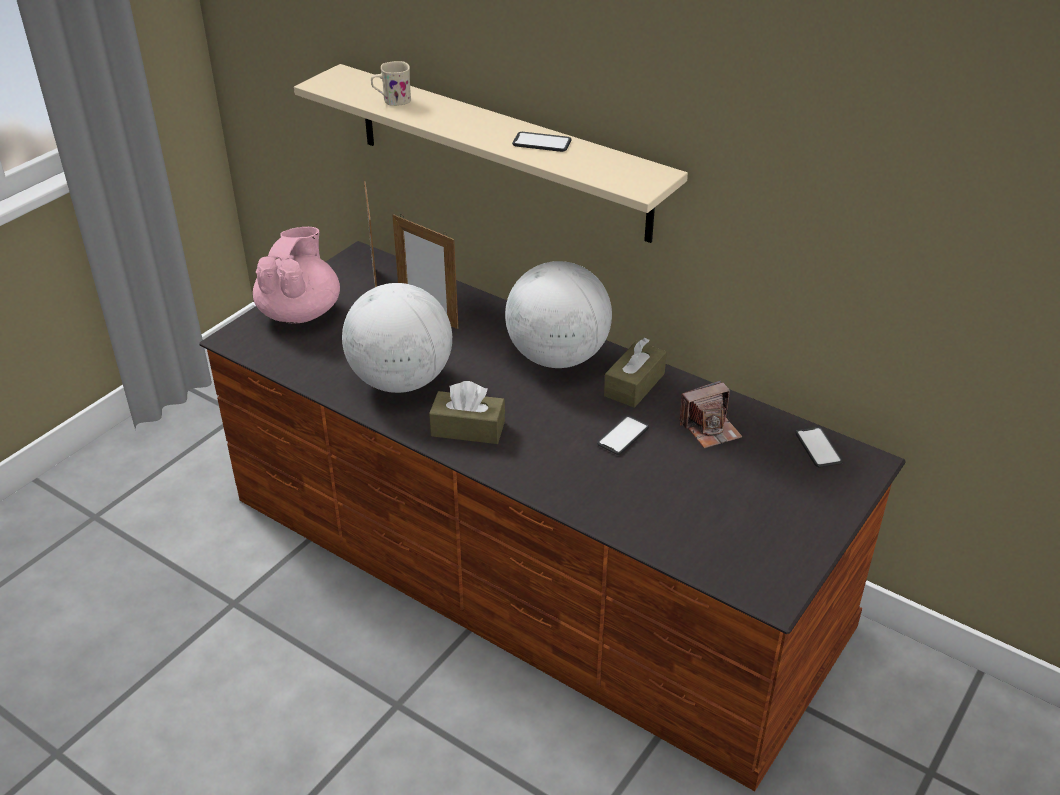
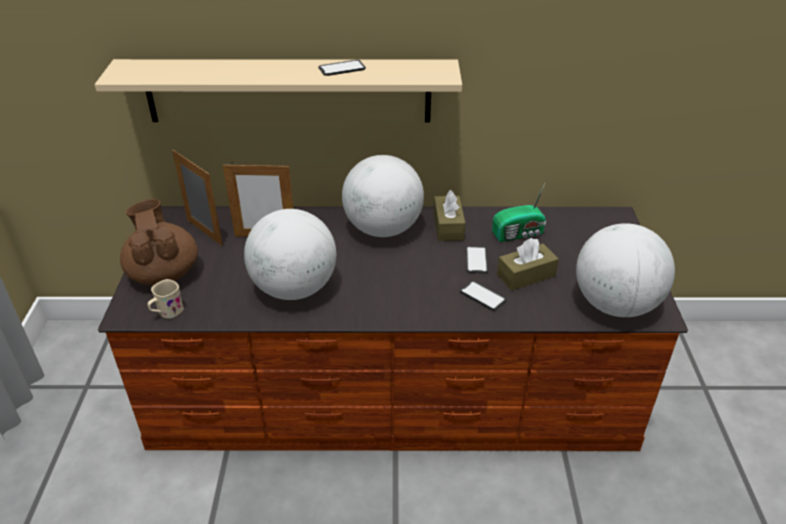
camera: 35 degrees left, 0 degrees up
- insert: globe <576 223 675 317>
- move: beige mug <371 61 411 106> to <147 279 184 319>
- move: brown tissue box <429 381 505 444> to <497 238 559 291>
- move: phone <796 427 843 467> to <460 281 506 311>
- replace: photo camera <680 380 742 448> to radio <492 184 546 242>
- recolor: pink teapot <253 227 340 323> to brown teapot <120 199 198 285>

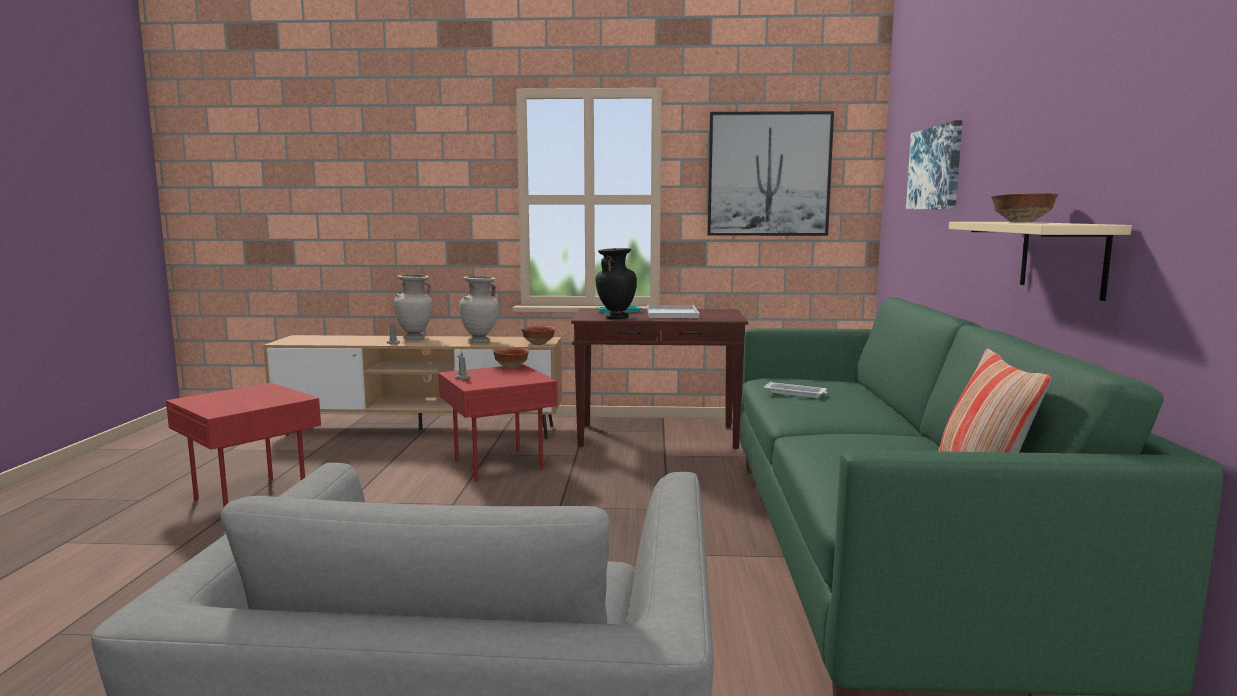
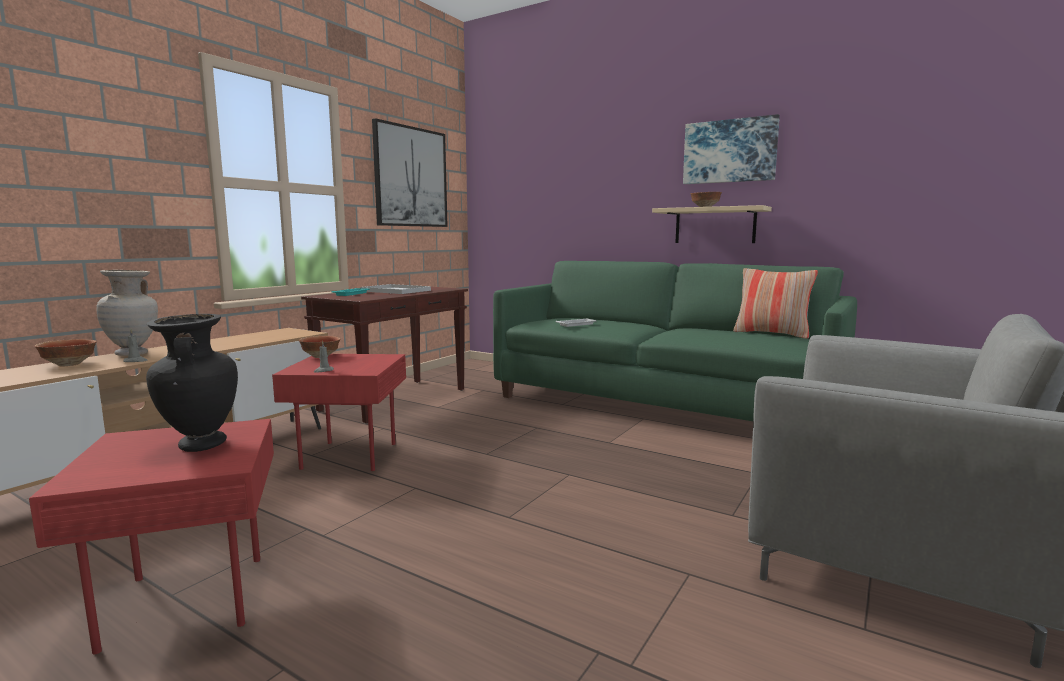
camera: 60 degrees left, 0 degrees up
- delete: beige vase <459 276 499 343>
- move: bowl <521 325 556 345> to <35 339 96 367>
- move: black vase <596 248 637 319> to <146 314 238 452>
- move: picture <906 120 963 209> to <683 114 780 184>

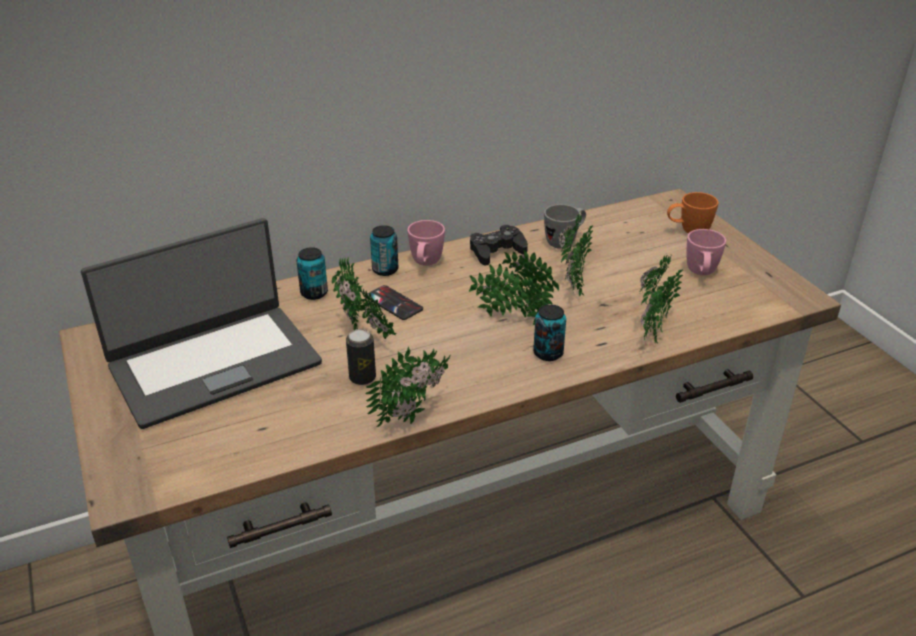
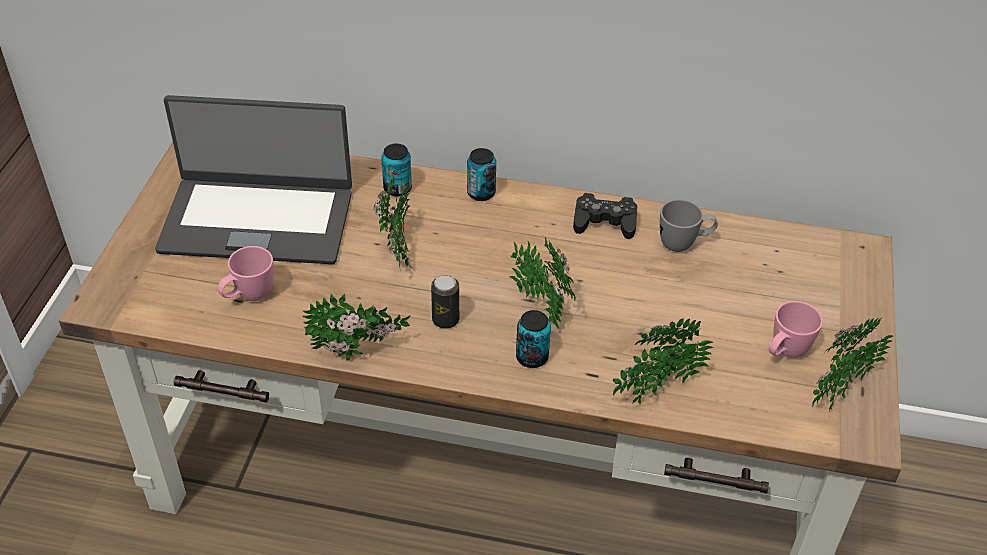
camera: 35 degrees right, 10 degrees up
- delete: phone <365 285 423 320>
- delete: orange mug <667 192 718 233>
- move: can <346 329 376 385> to <431 275 459 329>
- move: pink mug <408 220 445 266> to <218 246 274 301>
- move: potted plant <558 212 593 296> to <812 317 893 412>

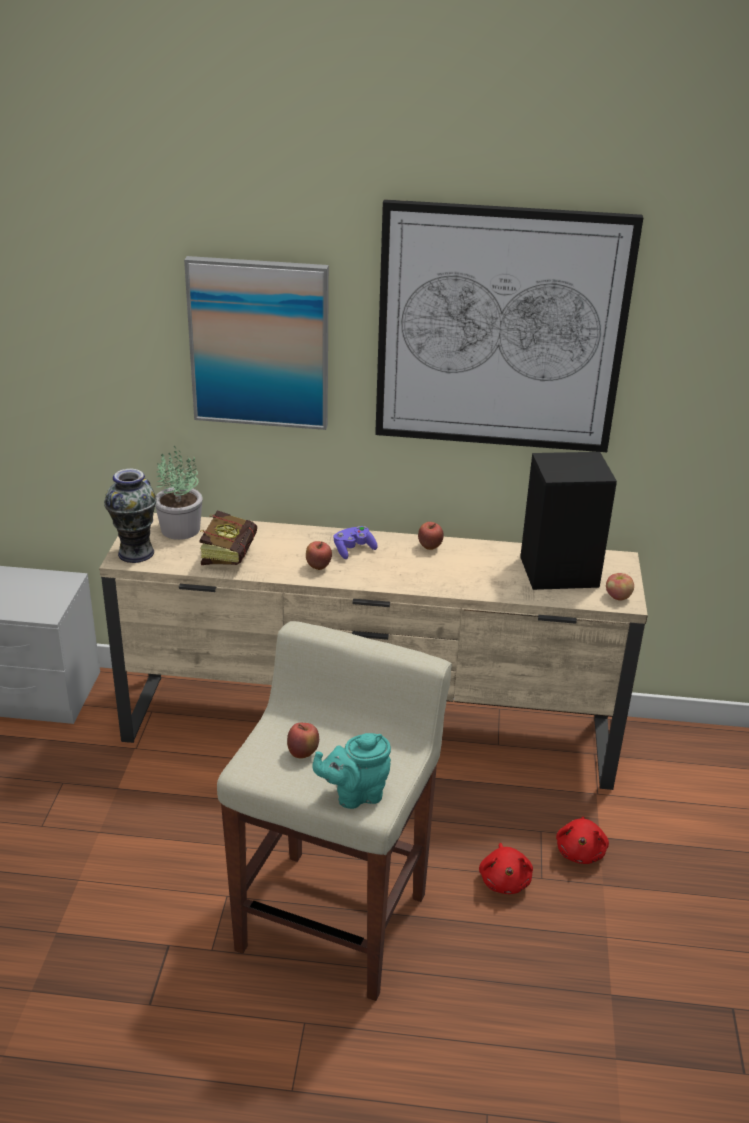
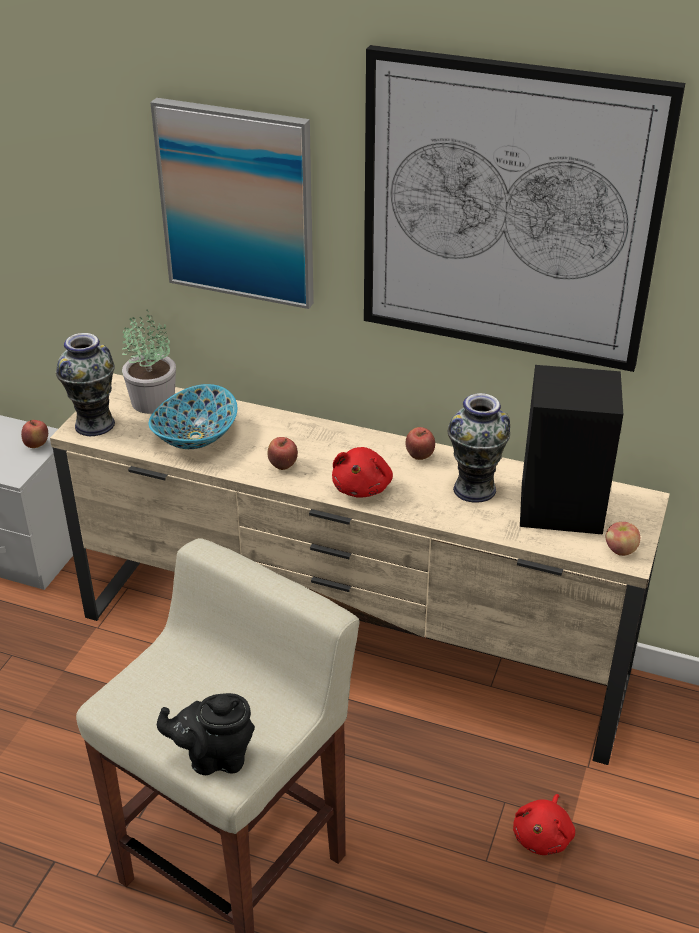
camera: 15 degrees right, 5 degrees up
- delete: purple game controller <333 526 378 559>
- insert: vase <448 393 510 503>
- move: apple <287 723 319 759> to <21 420 48 448>
- move: red plush toy <479 843 533 894> to <332 447 393 498>
- replace: book <200 510 257 565> to bowl <148 384 237 449>
- recolor: turquoise teapot <312 733 391 809> to black teapot <157 693 255 775>

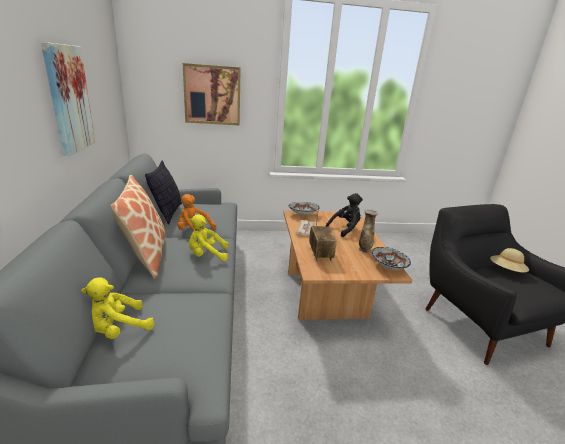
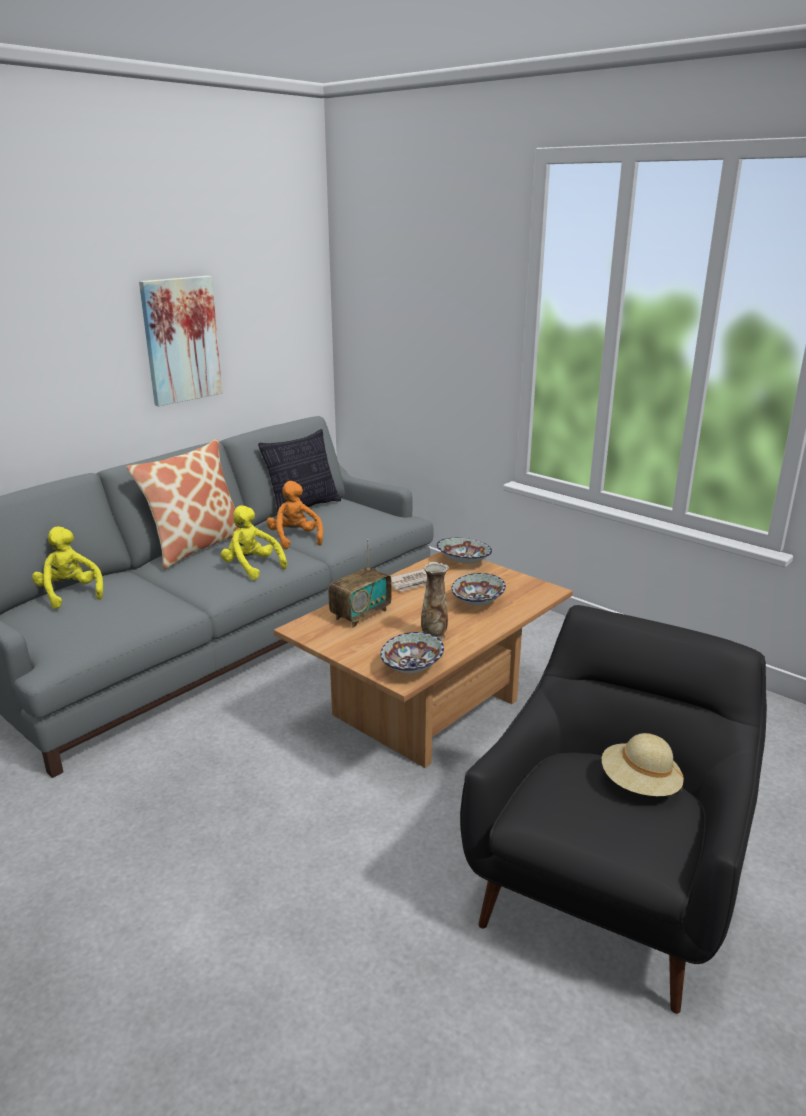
camera: 50 degrees right, 0 degrees up
- delete: picture <183 63 241 125>
- replace: black plush toy <326 193 363 237> to bowl <451 573 506 606>
- rotate: yellow plush toy <81 277 154 339> = <32 526 103 609> 45 degrees clockwise

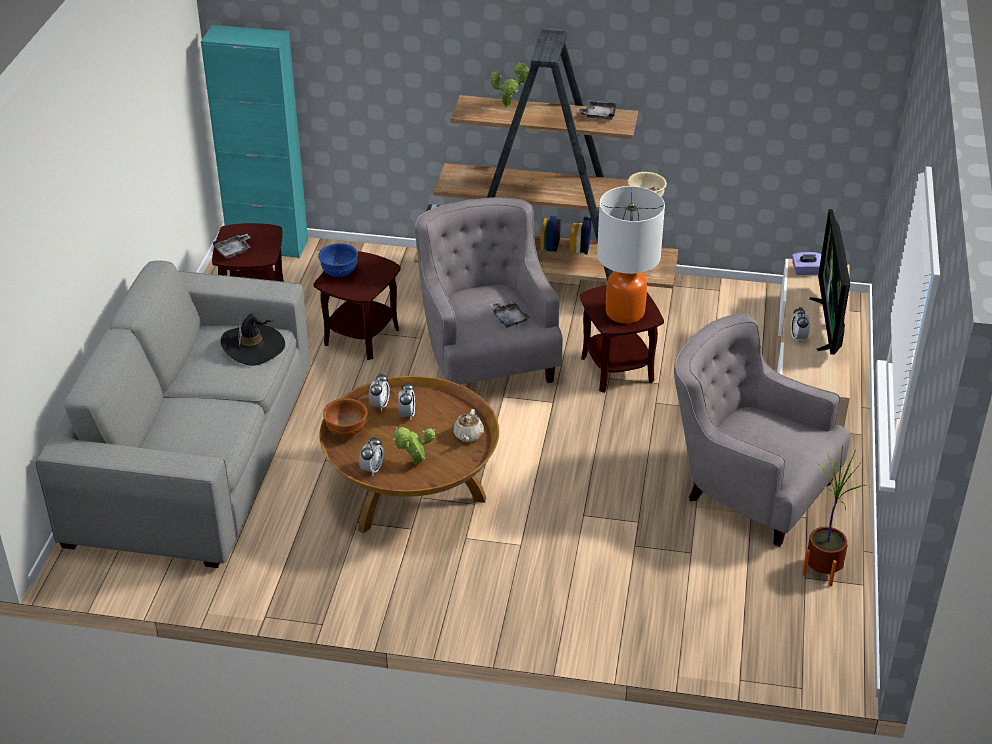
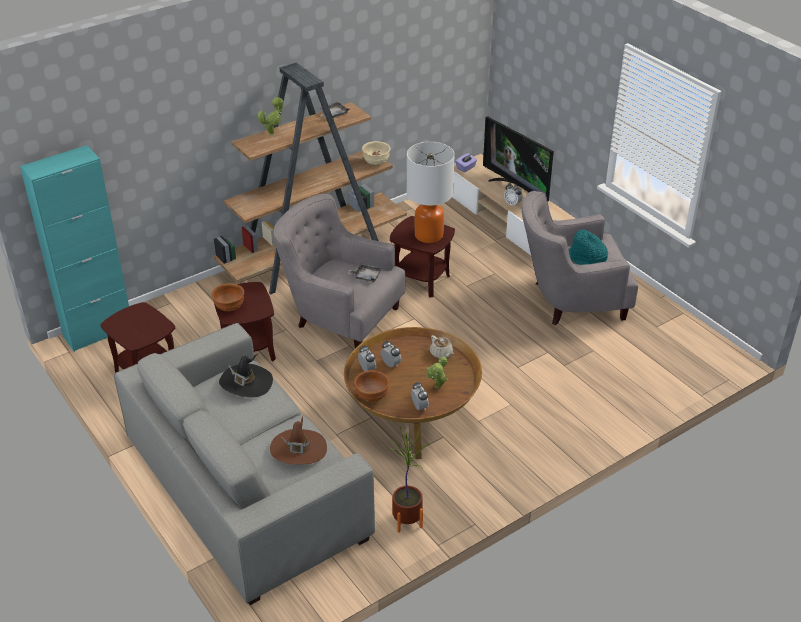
camera: 45 degrees left, 0 degrees up
- delete: grey tray <213 234 251 259>
- insert: brown hat <270 417 327 464>
- insert: turquoise hat <569 229 608 265>
- move: potted plant <802 445 871 586> to <389 426 432 532>
- recolor: blue bowl <318 243 358 277> to brown bowl <212 283 244 312>

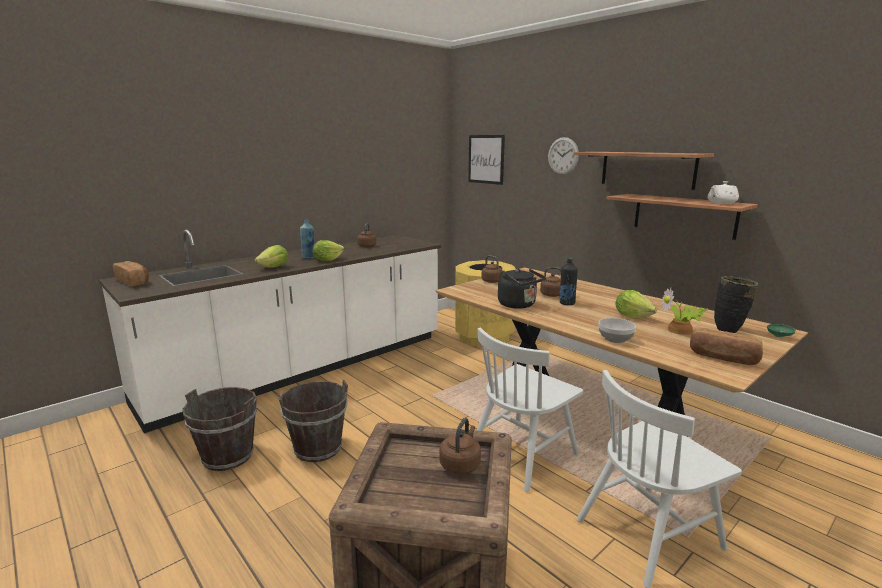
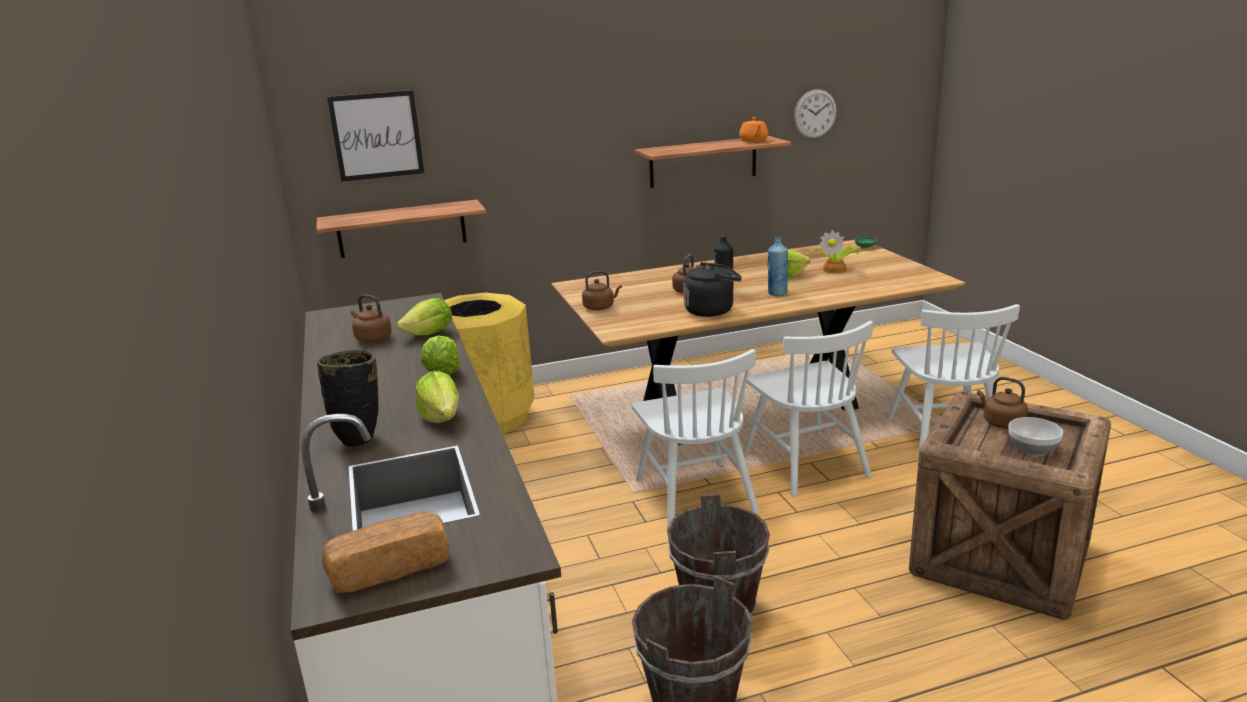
camera: 65 degrees left, 5 degrees up
- delete: bread <690 328 763 365>
- insert: lettuce <396 298 452 335>
- insert: white chair <631 349 759 528>
- move: blue bottle <300 219 315 259> to <768 237 788 296>
- move: wall clock <548 137 579 175> to <794 89 837 138>
- move: shelf <573 152 714 190> to <317 199 486 258>
- move: bowl <598 318 636 343> to <1008 417 1063 455>
- move: black vase <714 276 758 333> to <317 350 378 446>
- recolor: white teapot <708 181 739 204> to orange teapot <739 117 768 142>

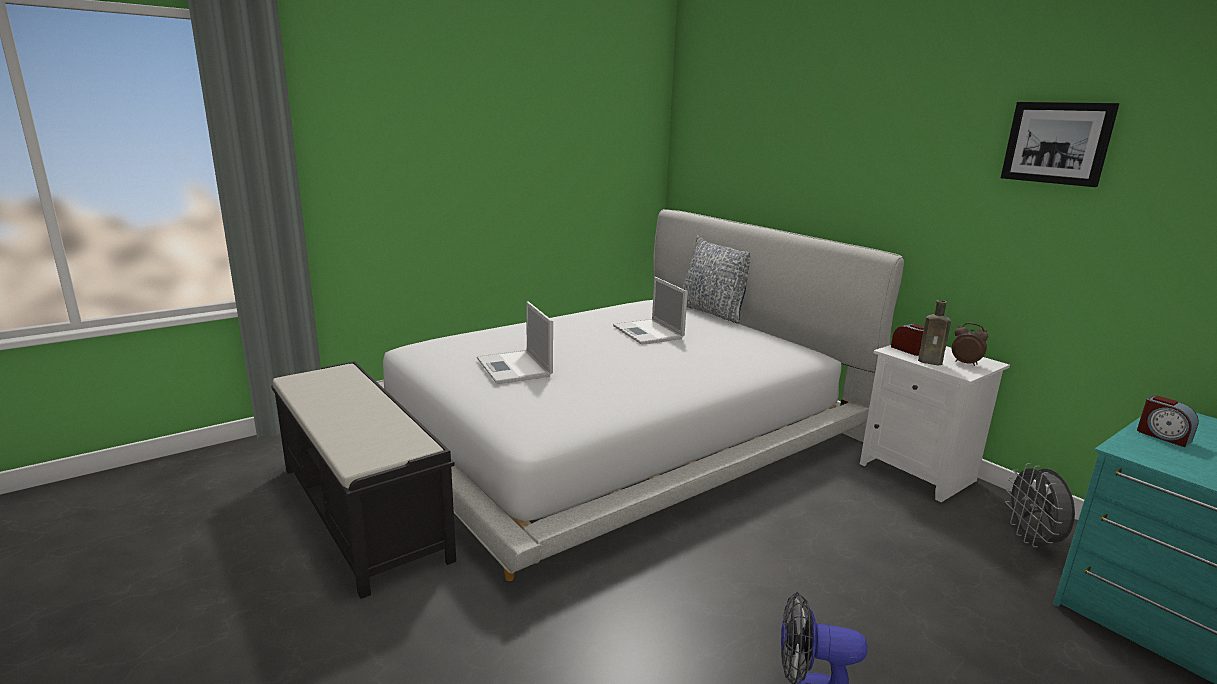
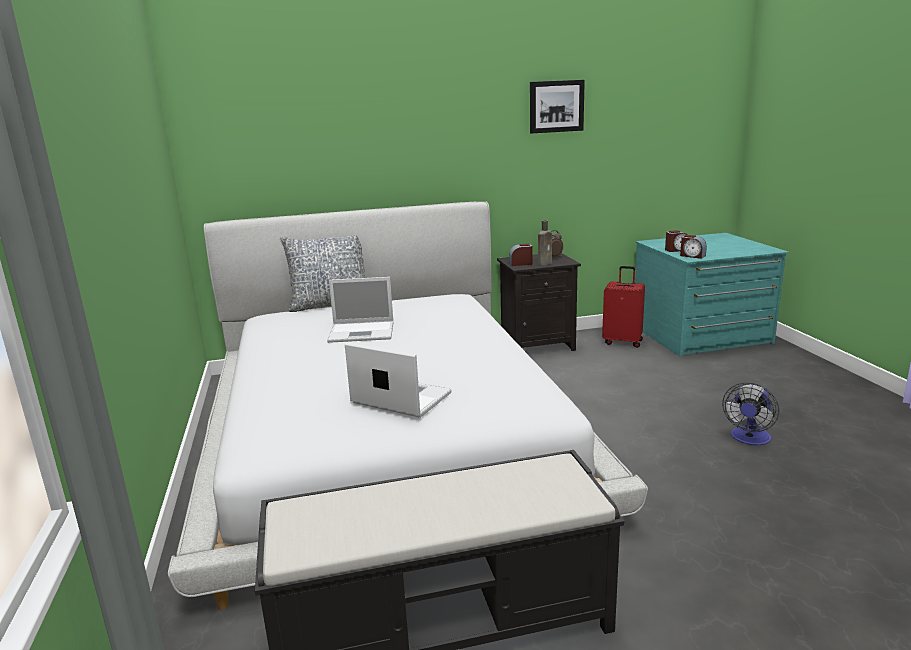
camera: 65 degrees left, 0 degrees up
- insert: alarm clock <680 235 707 259>
- replace: grey fan <1005 463 1075 547> to red suitcase <602 266 645 348>
- recolor: white nightstand <860 345 1010 502> to black nightstand <497 253 581 351>
- rotate: laptop <477 301 553 384> = <345 342 452 418> 150 degrees counterclockwise

